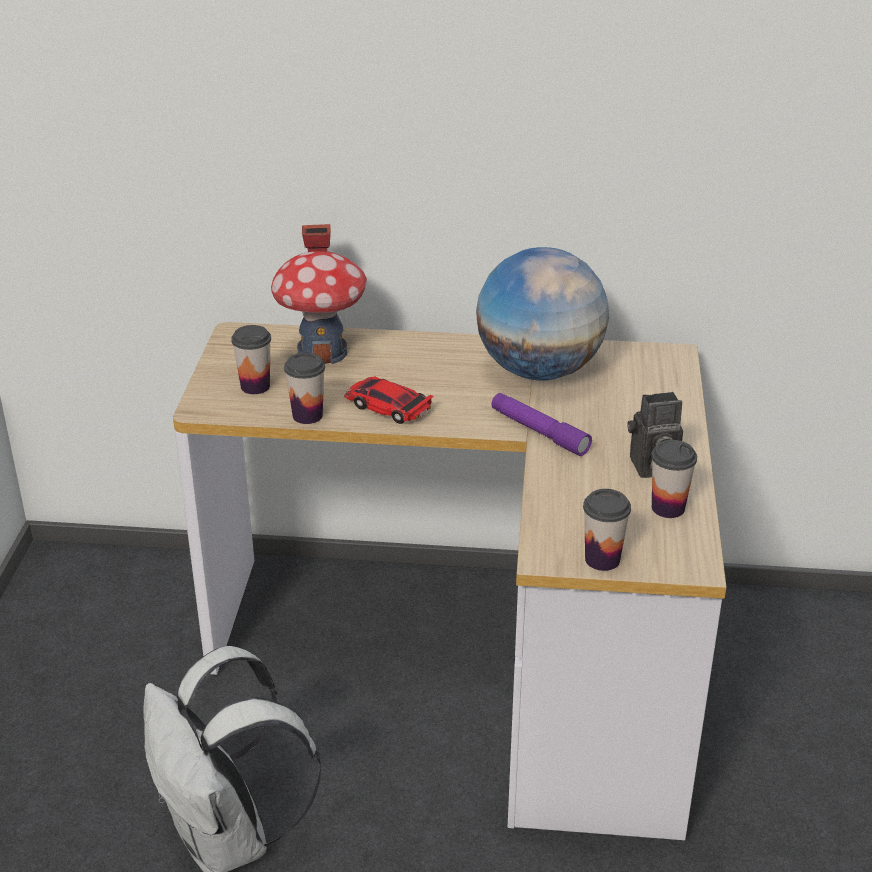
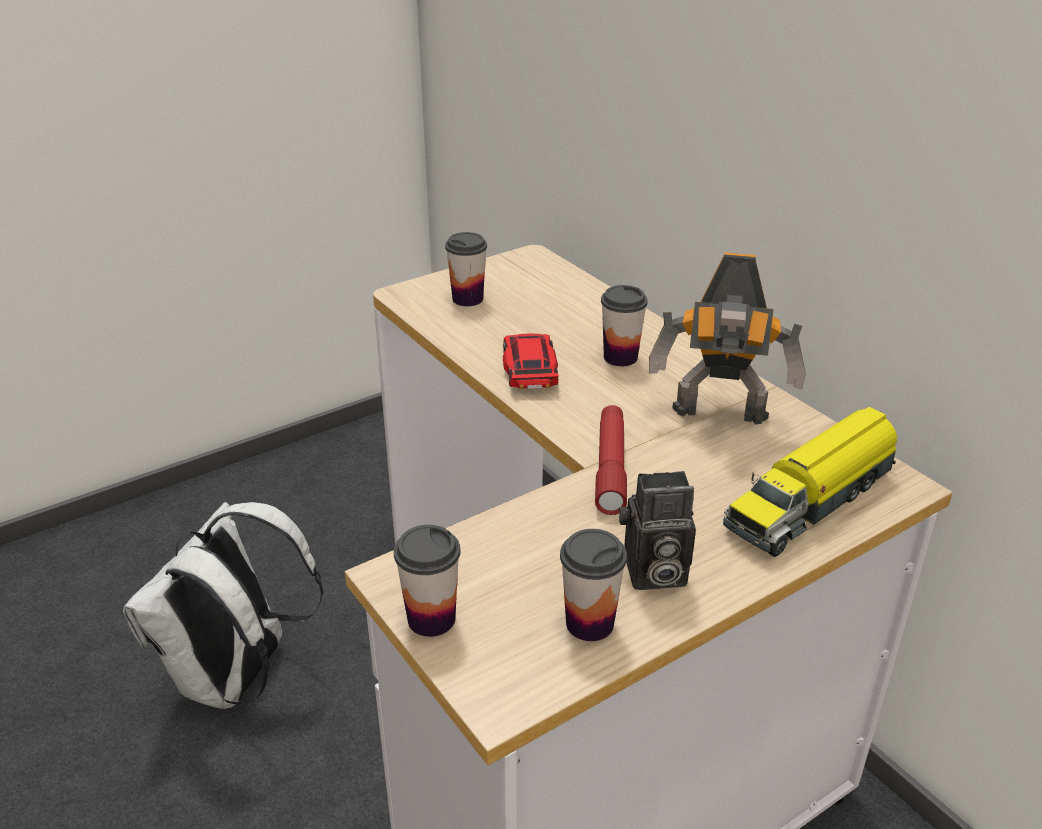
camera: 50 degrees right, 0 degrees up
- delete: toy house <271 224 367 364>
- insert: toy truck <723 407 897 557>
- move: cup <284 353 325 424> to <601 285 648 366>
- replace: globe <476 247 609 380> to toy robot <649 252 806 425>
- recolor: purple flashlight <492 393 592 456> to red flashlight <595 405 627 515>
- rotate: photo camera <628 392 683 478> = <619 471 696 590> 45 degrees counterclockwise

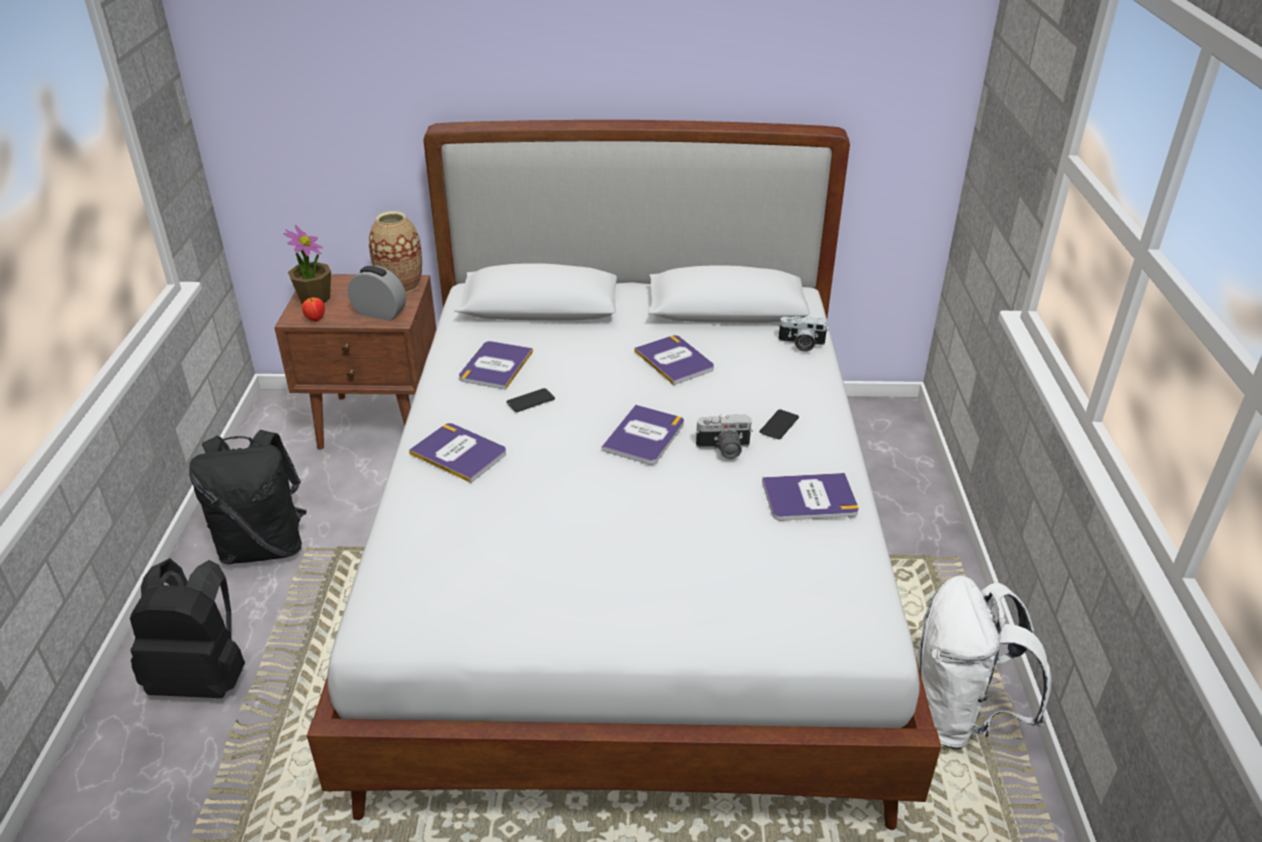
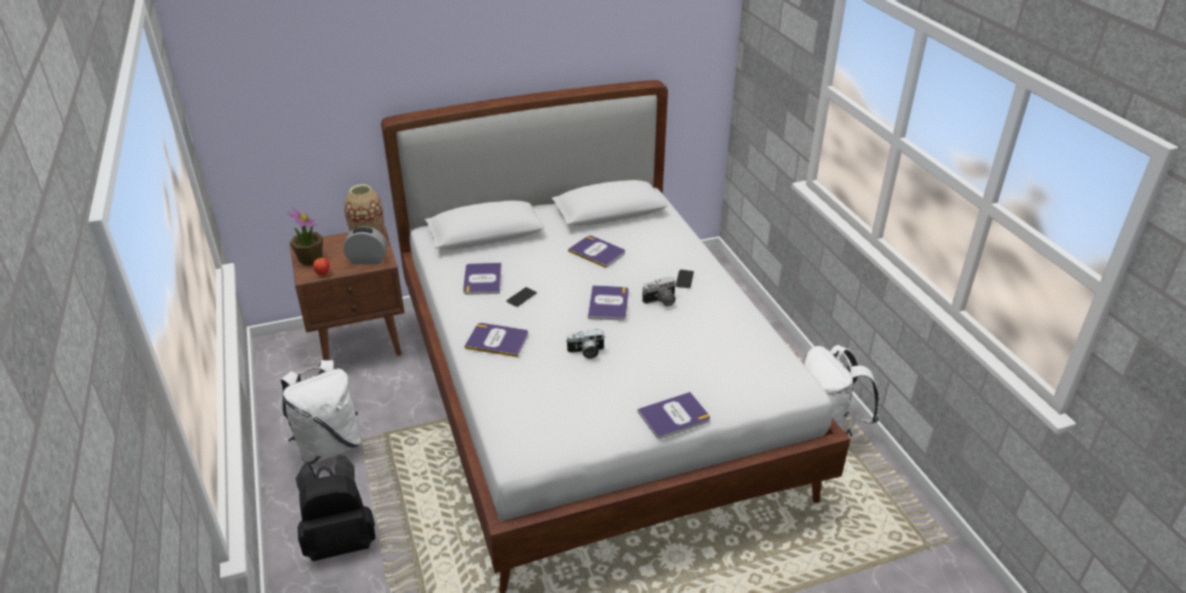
camera: 20 degrees left, 0 degrees up
- move: book <762 473 859 521> to <637 392 710 439>
- move: photo camera <778 316 828 352> to <566 329 605 359>
- recolor: black backpack <189 430 307 565> to white backpack <281 360 361 464>

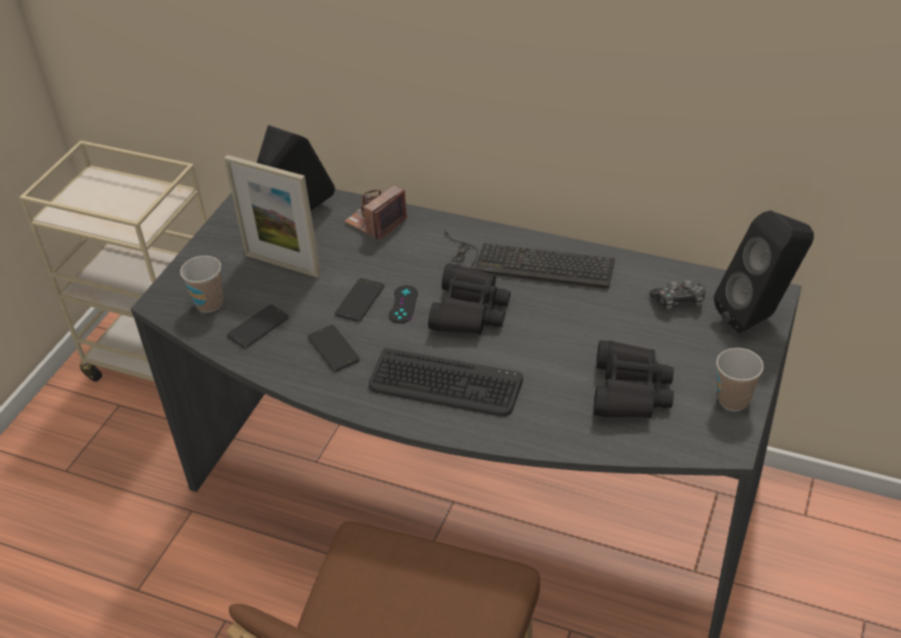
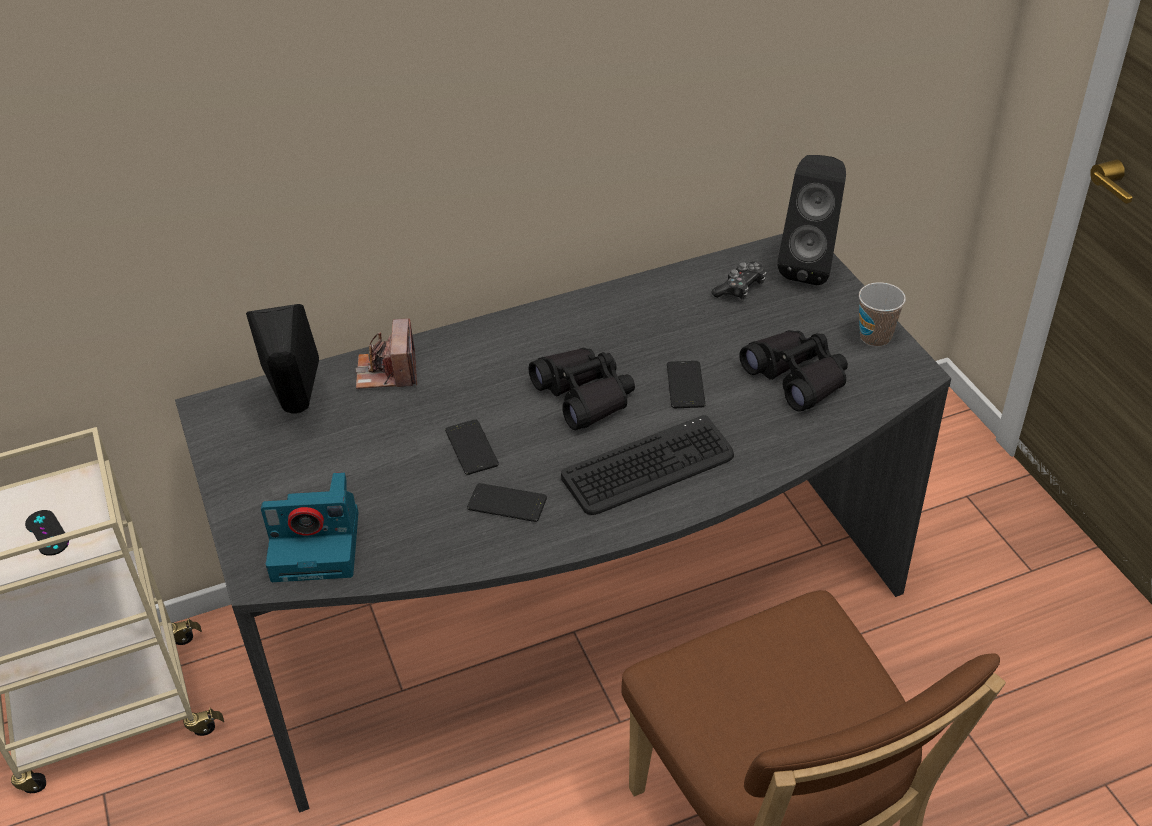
camera: 45 degrees left, 0 degrees up
- delete: picture frame <224 155 321 278>
- delete: keyboard <444 230 615 289>
- move: phone <227 304 289 348> to <667 361 705 408>
- move: black game controller <389 285 418 323> to <25 510 69 556>
- replace: cup <180 256 223 312> to photo camera <261 472 358 582>

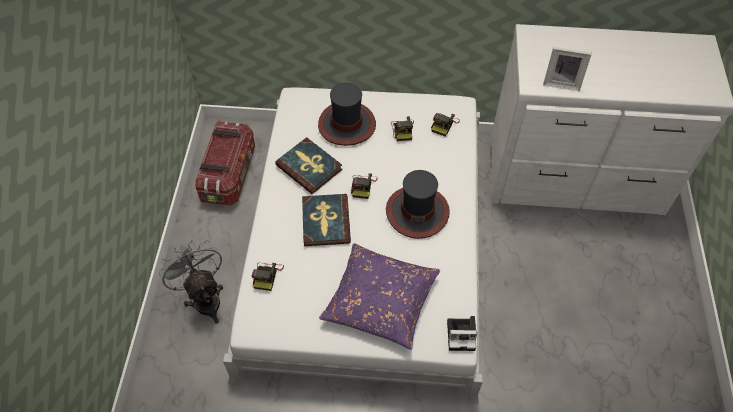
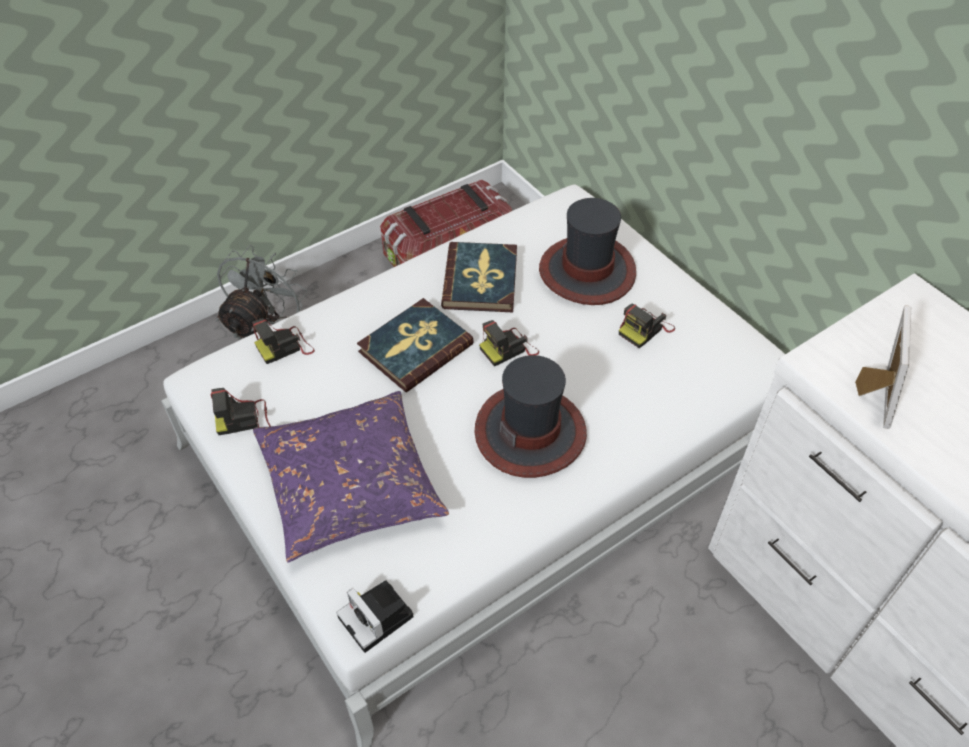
camera: 50 degrees right, 5 degrees down
- move: photo camera <431 113 460 136> to <211 388 271 435>
- rotate: picture frame <543 47 592 91> = <855 305 911 429> 135 degrees counterclockwise

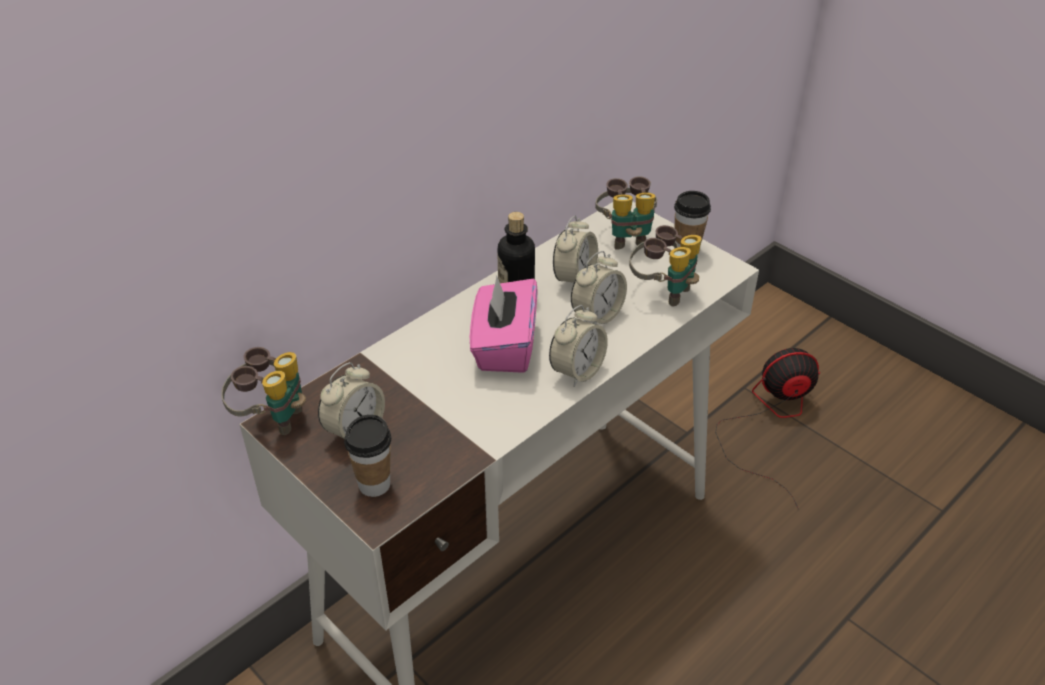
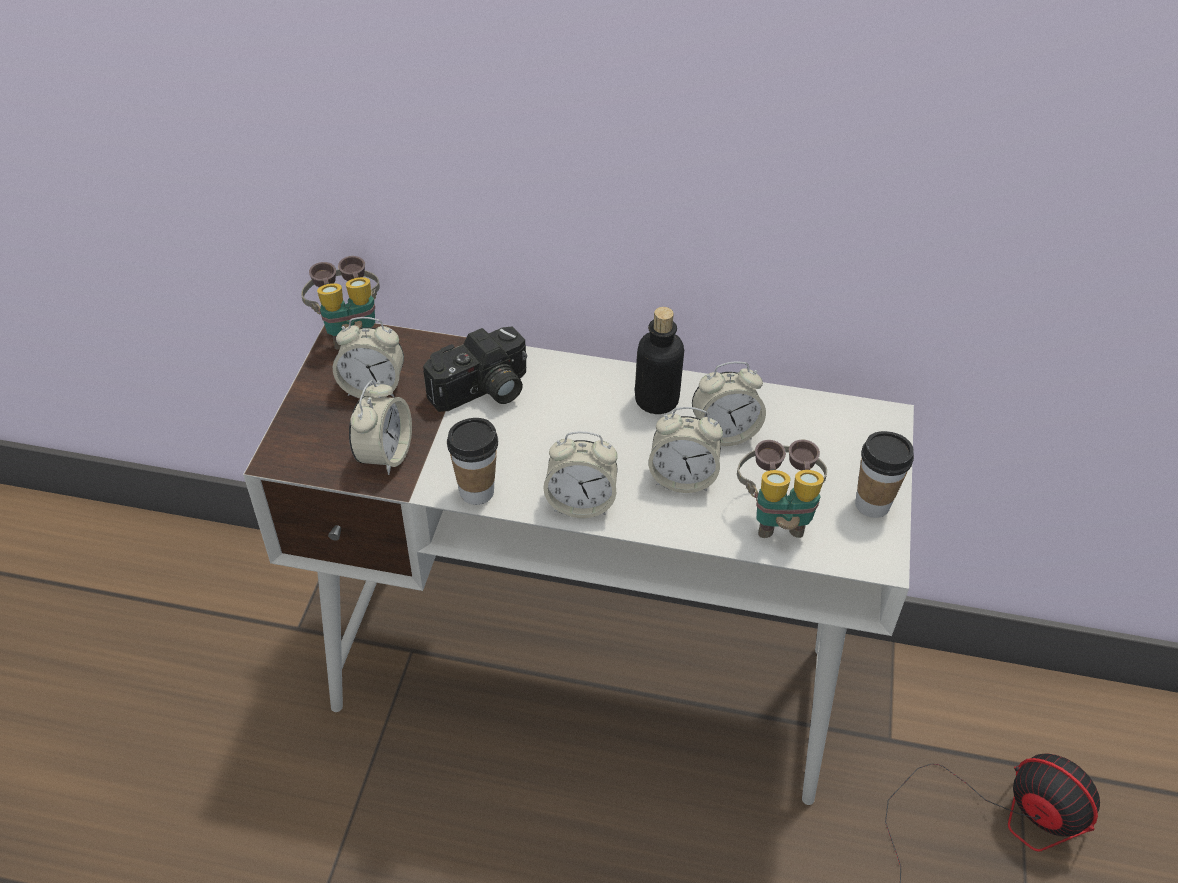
camera: 55 degrees right, 5 degrees up
- delete: pink tissue box <470 276 538 373>
- delete: binoculars <595 176 657 250>
- insert: alarm clock <349 380 412 475>
- insert: photo camera <423 326 527 412>
- move: cup <344 415 391 497> to <447 418 498 505>

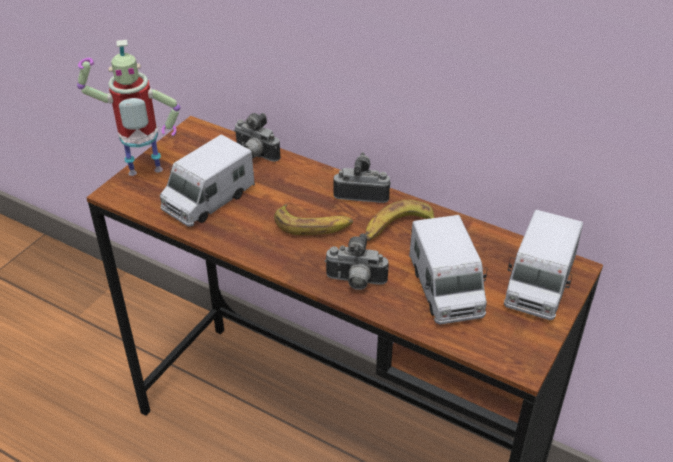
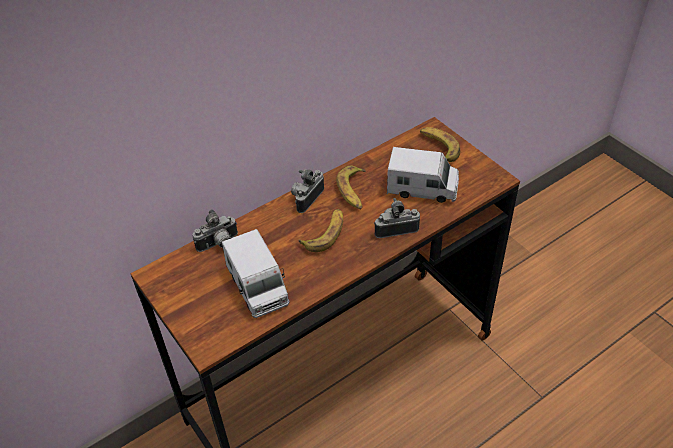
camera: 65 degrees left, 5 degrees up
- delete: toy robot <77 40 180 176>
- replace: toy truck <504 210 583 320> to banana <420 127 460 162>
- rotate: photo camera <325 233 389 290> = <374 198 420 238> 135 degrees counterclockwise

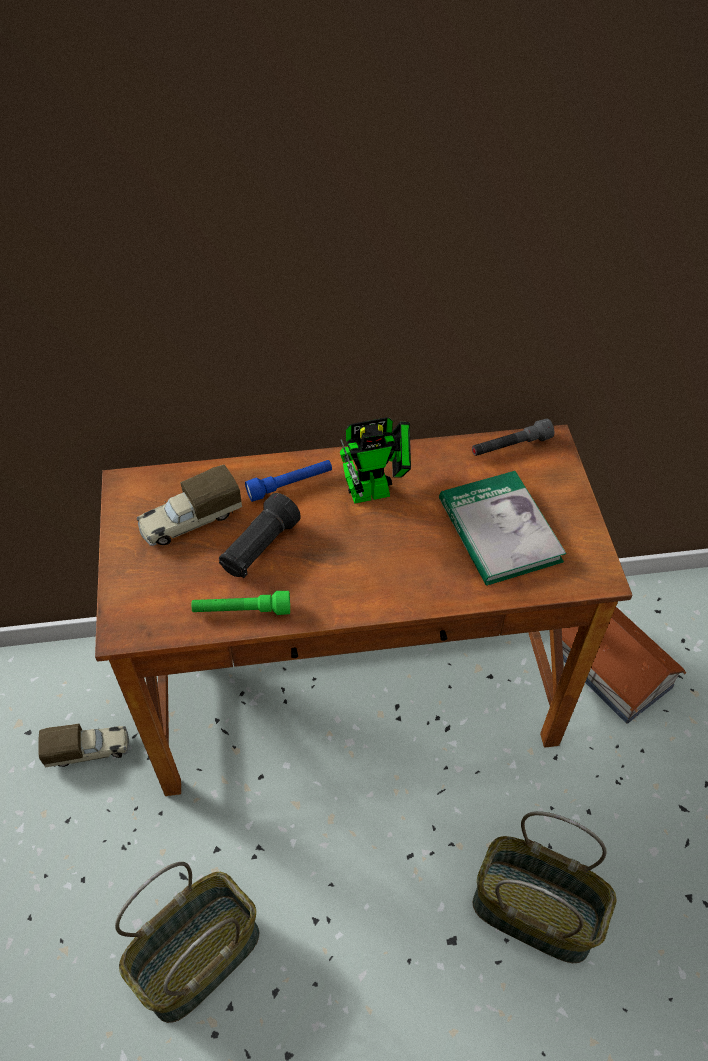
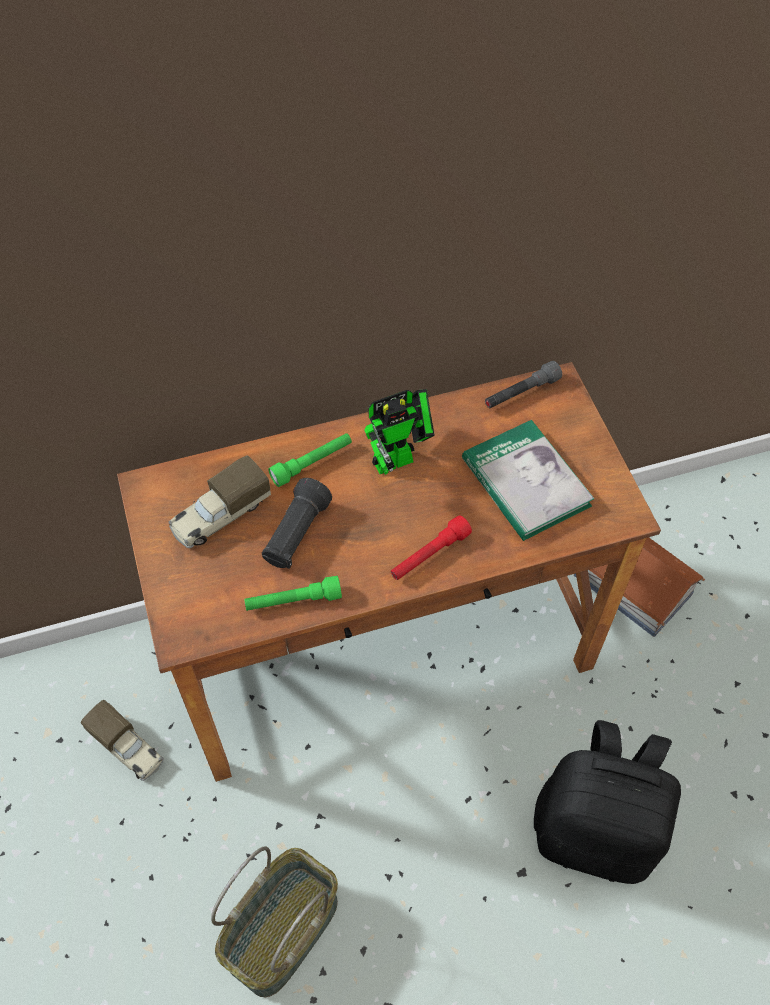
camera: 10 degrees left, 5 degrees up
- insert: red flashlight <391 515 472 580>
- replace: basket <472 811 617 963> to black backpack <534 720 681 884>
- recolor: blue flashlight <245 460 332 502> to green flashlight <268 433 352 487>
- rotate: toy truck <38 724 129 768> = <81 700 164 781> 60 degrees clockwise

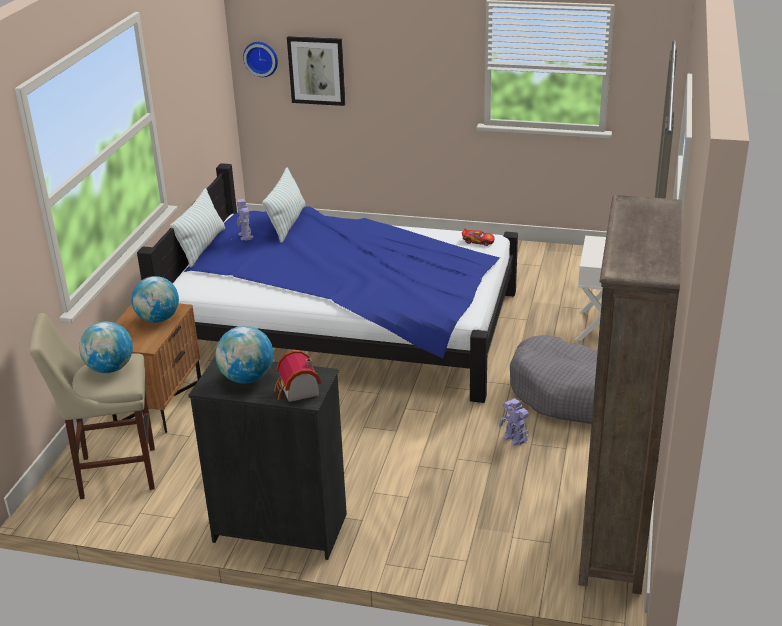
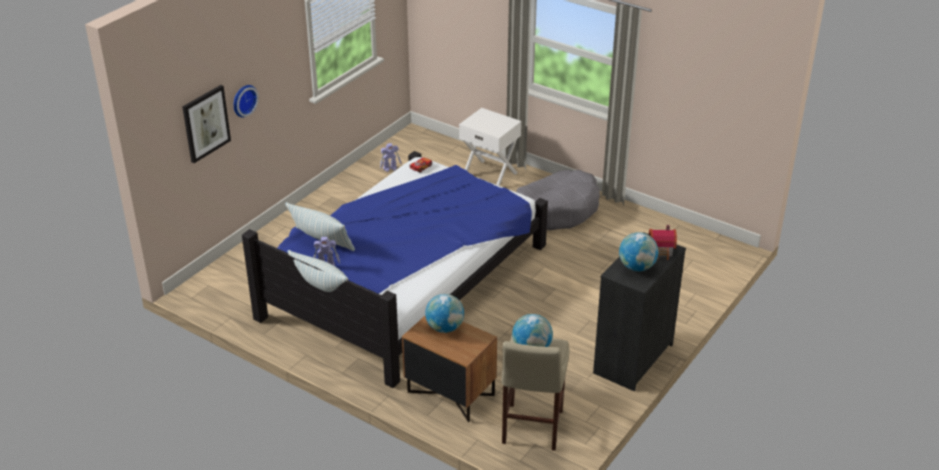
camera: 70 degrees left, 5 degrees up
- delete: brown bookcase <578 195 682 594>
- move: wall clock <243 42 278 77> to <234 85 259 117>
- move: toy robot <499 398 529 445> to <380 143 402 172>

